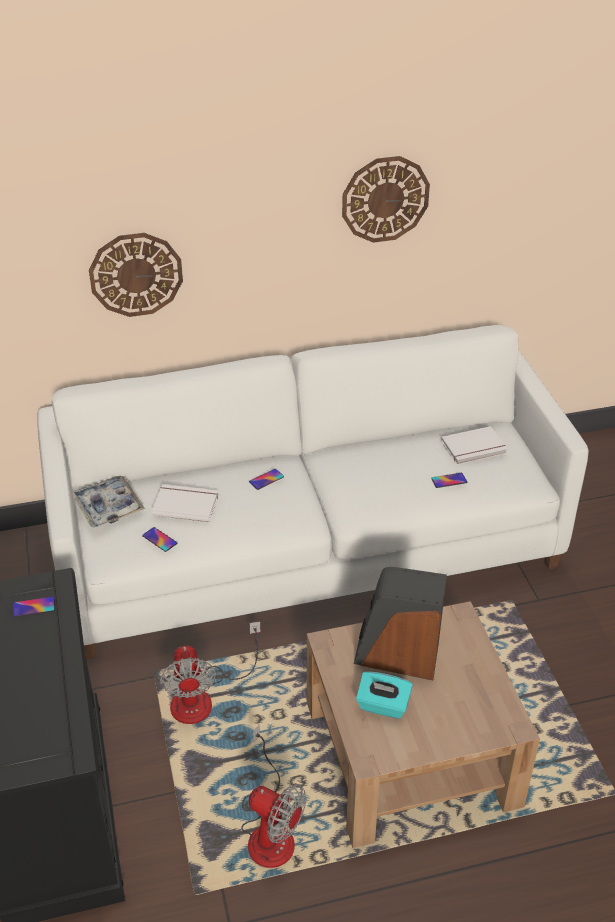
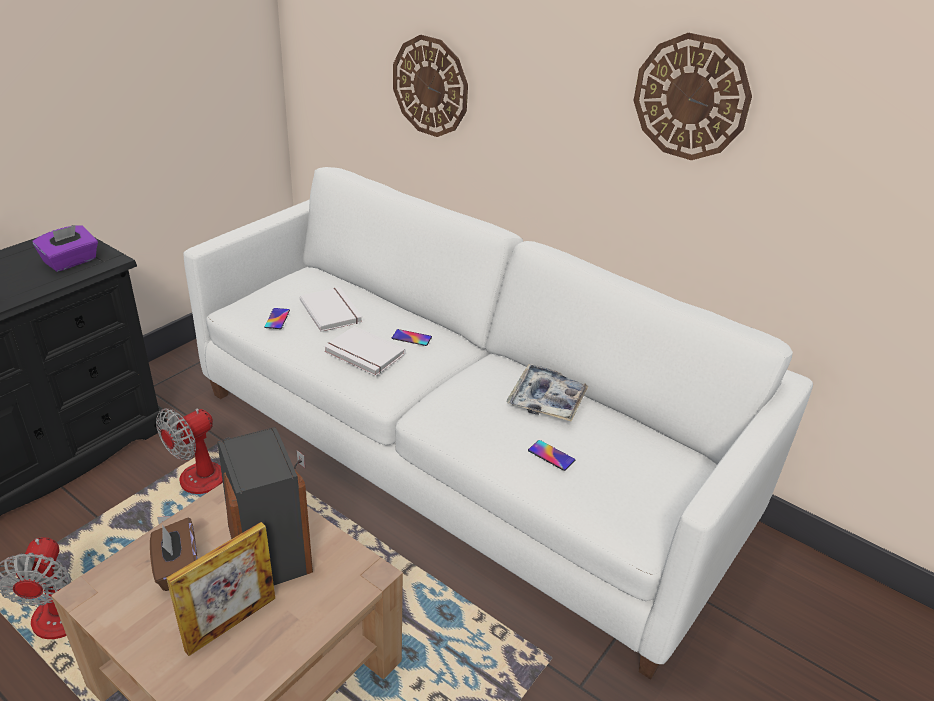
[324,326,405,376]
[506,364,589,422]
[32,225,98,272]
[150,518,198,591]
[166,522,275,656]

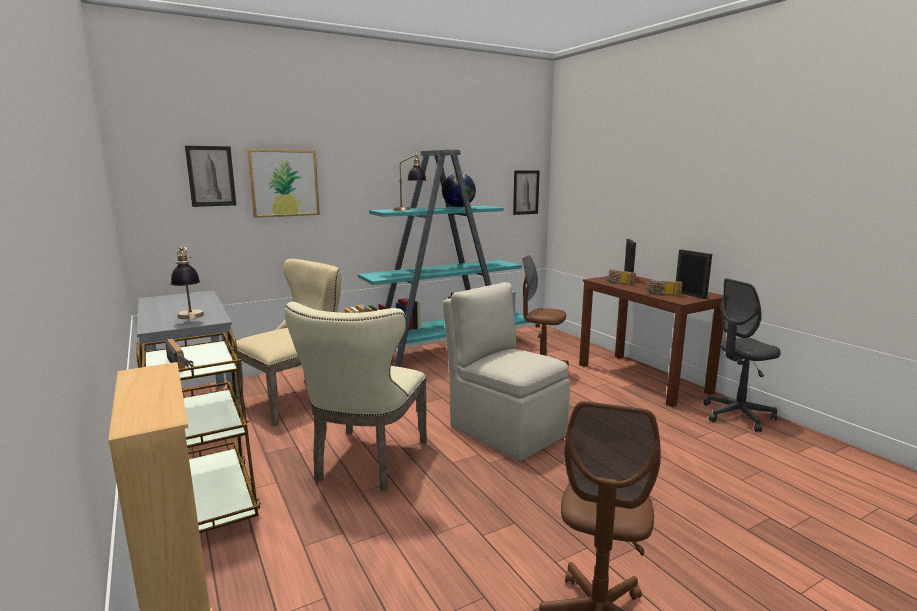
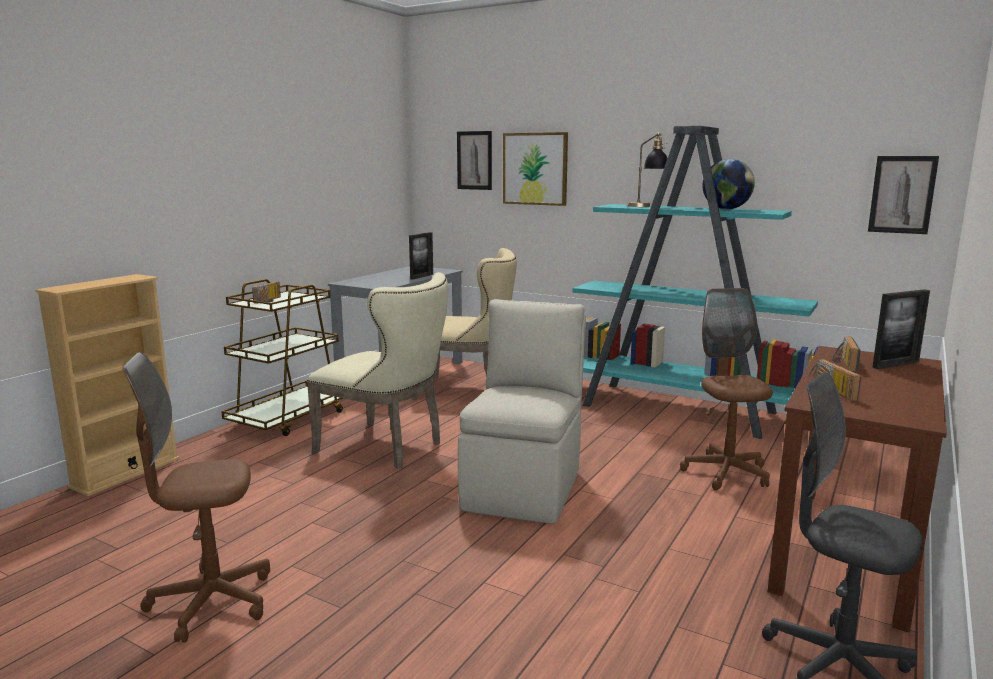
[171,247,204,319] (first image)
[409,232,433,280]
[307,272,448,469]

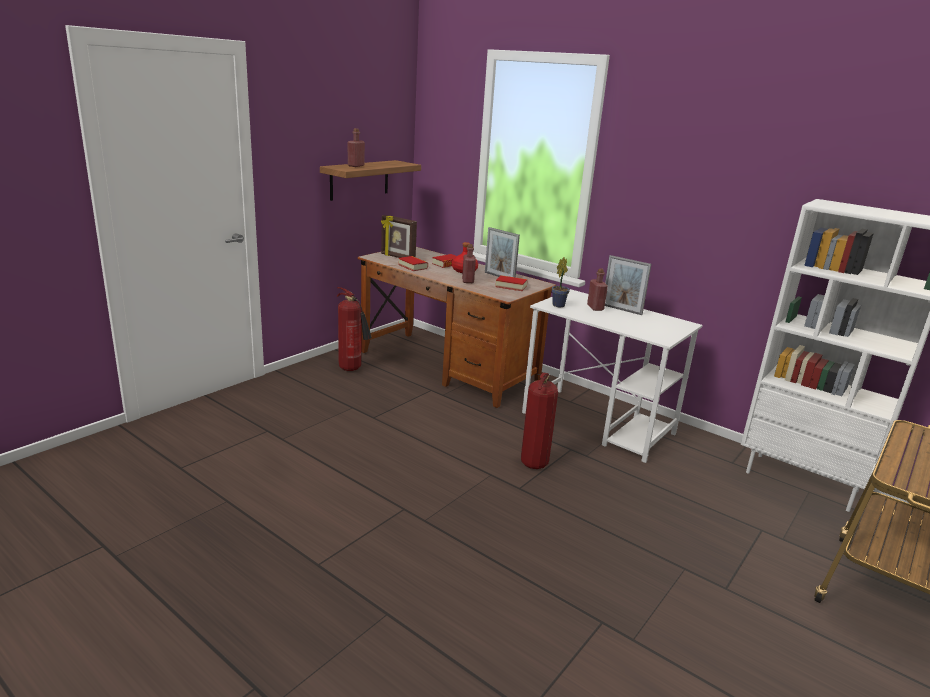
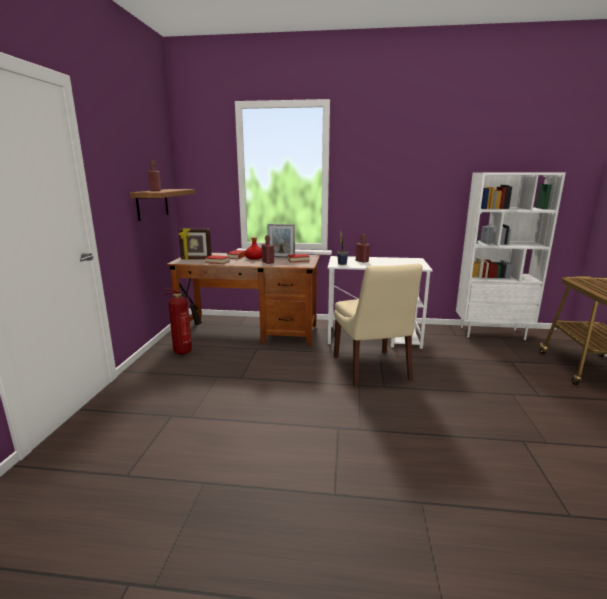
[605,255,651,315] (first image)
[334,264,422,386]

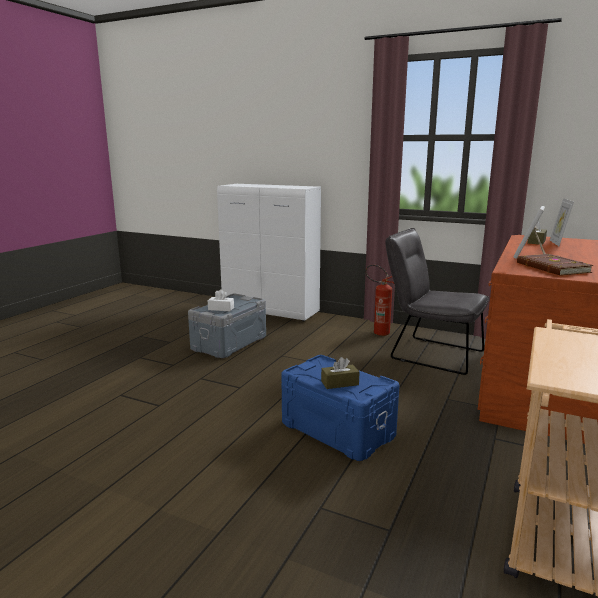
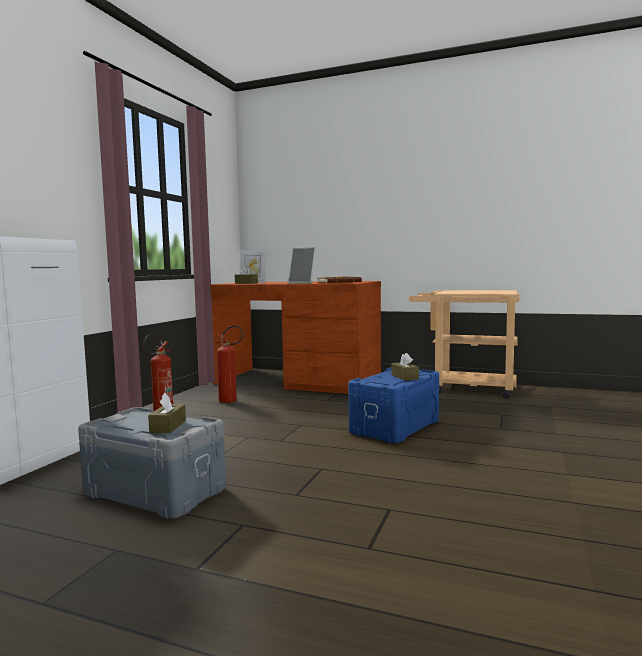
[215,326,243,403]
[148,393,186,433]

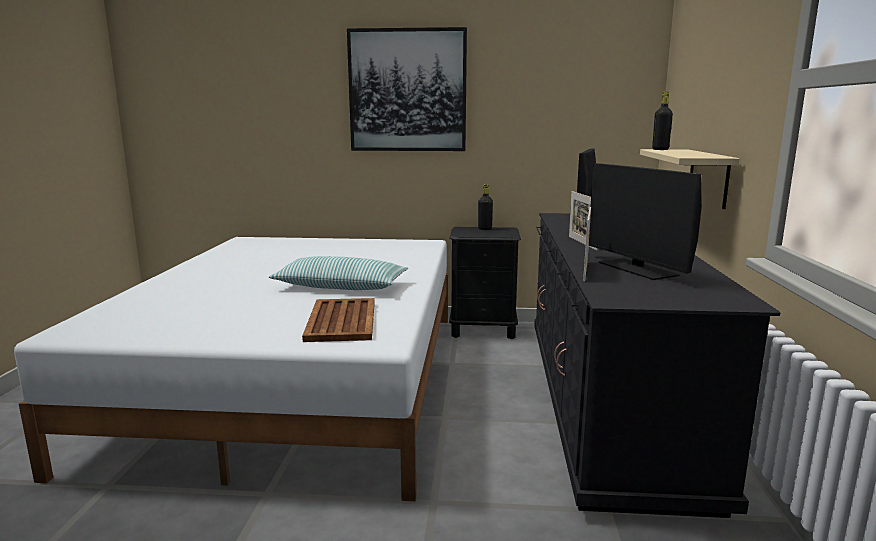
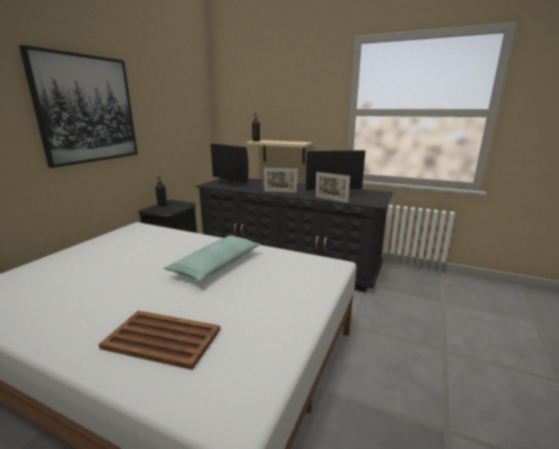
[99,311,220,370]

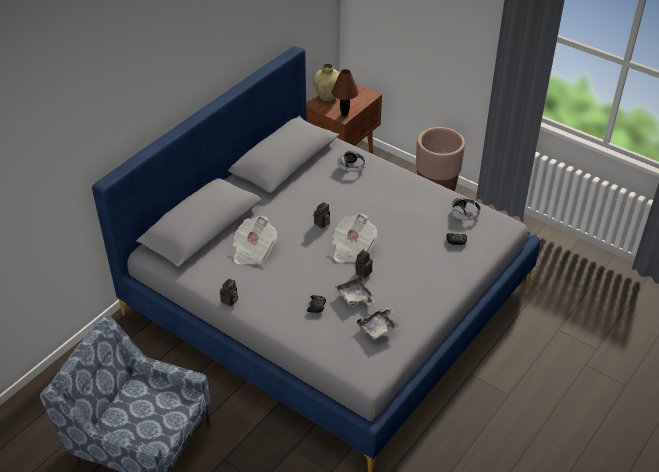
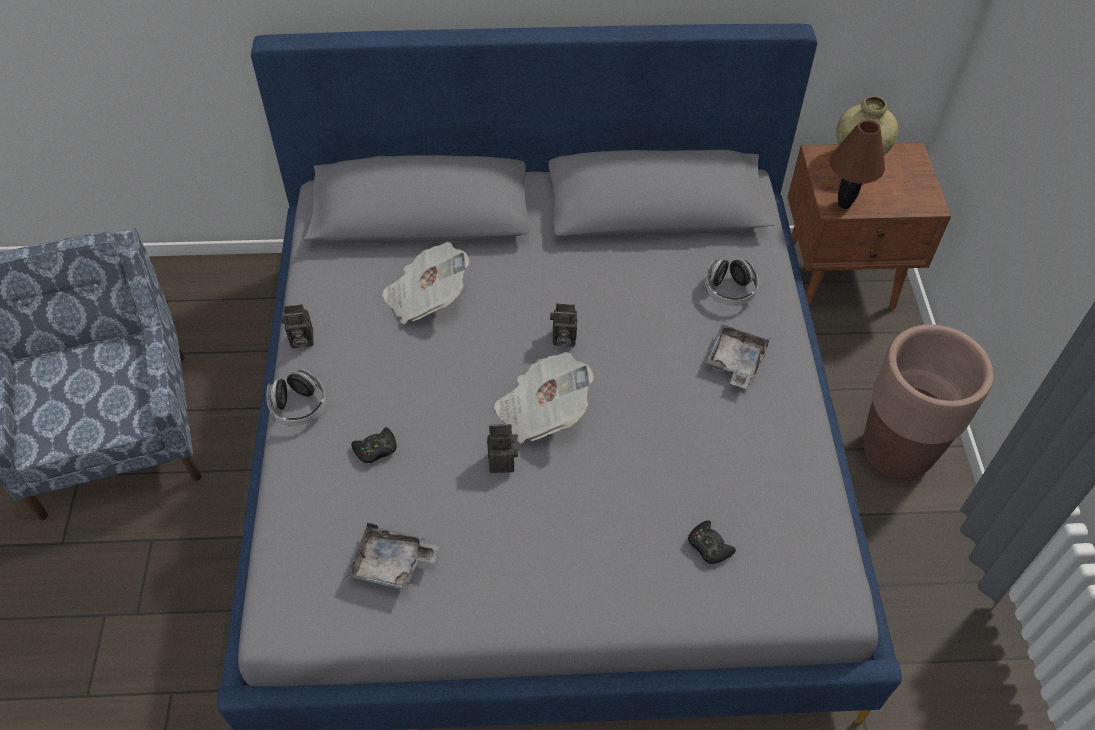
[266,369,326,426]
[706,325,770,389]

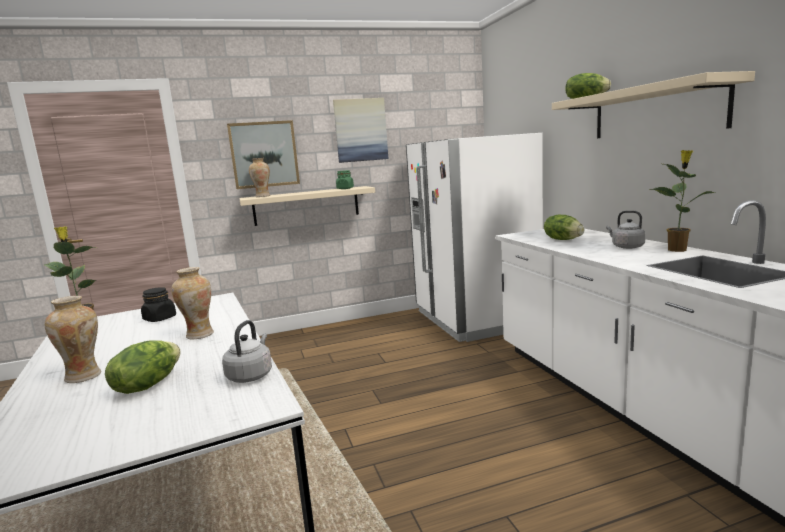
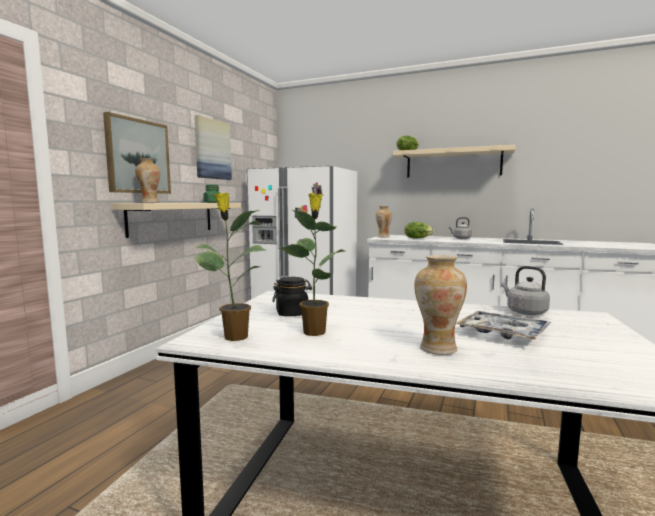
[278,193,344,336]
[376,206,392,237]
[456,311,551,340]

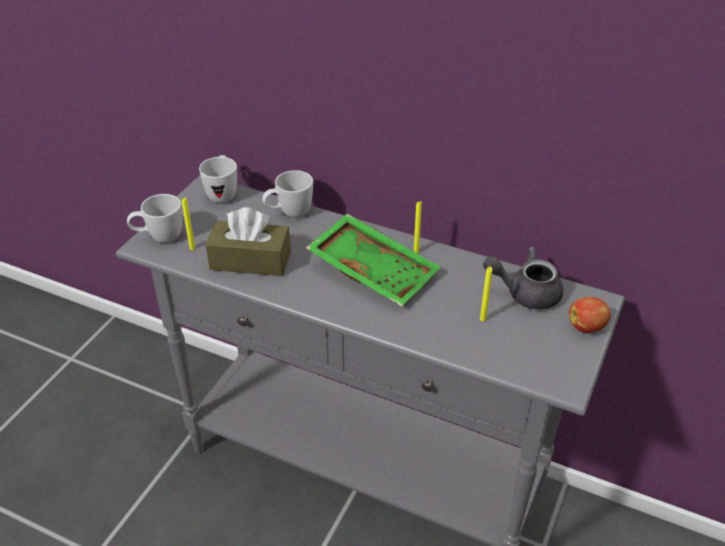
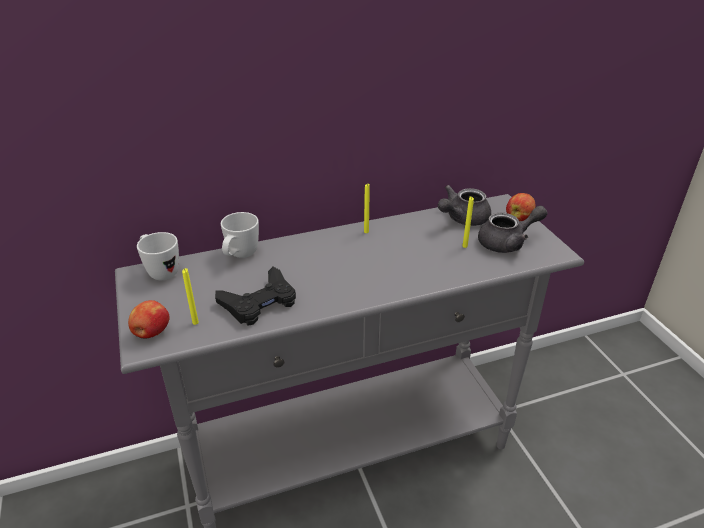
[128,300,169,339]
[215,267,296,325]
[306,213,441,307] (first image)
[478,206,548,253]

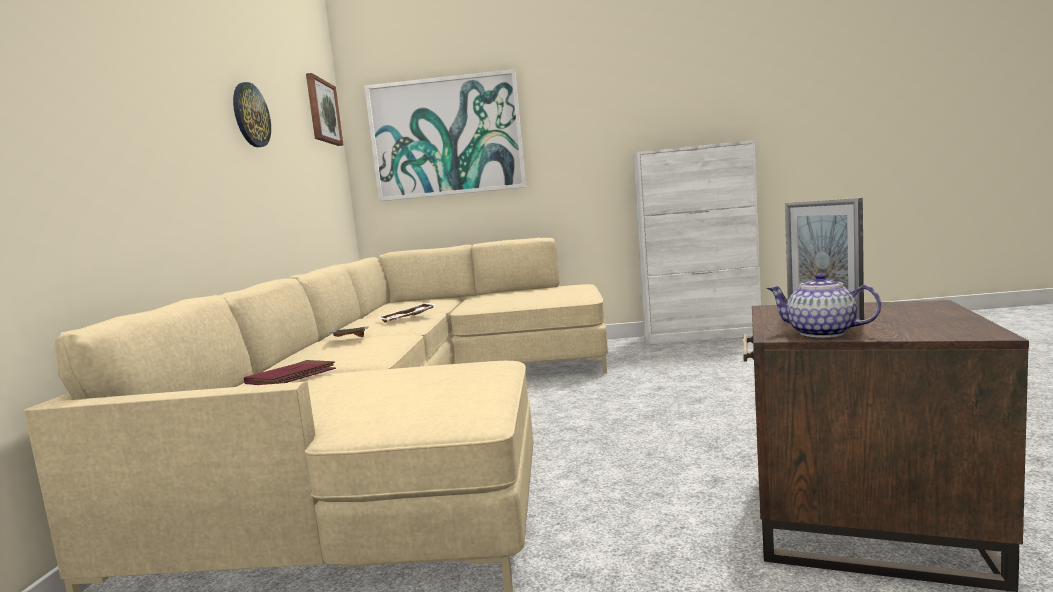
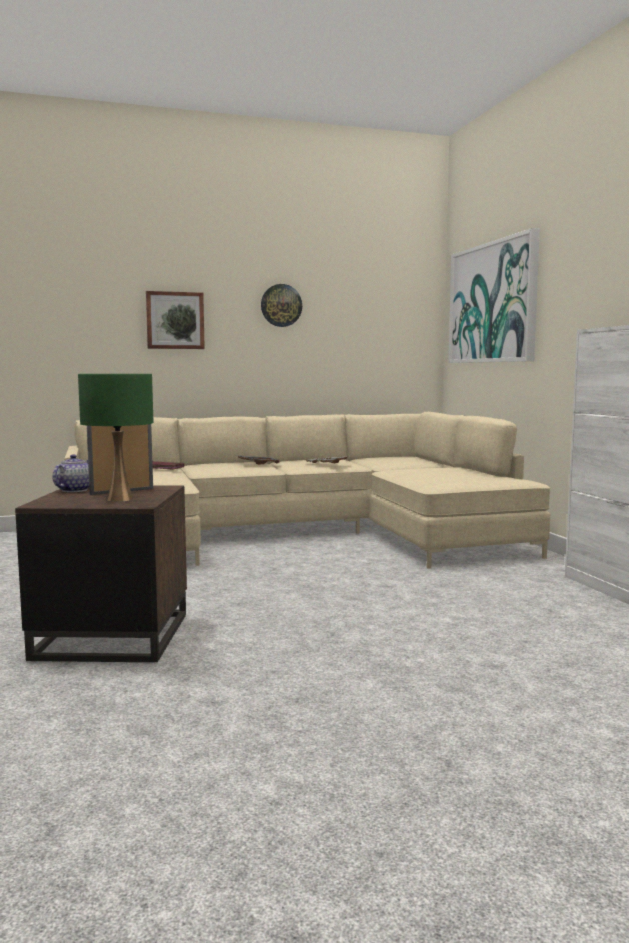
[146,291,205,349]
[78,374,153,502]

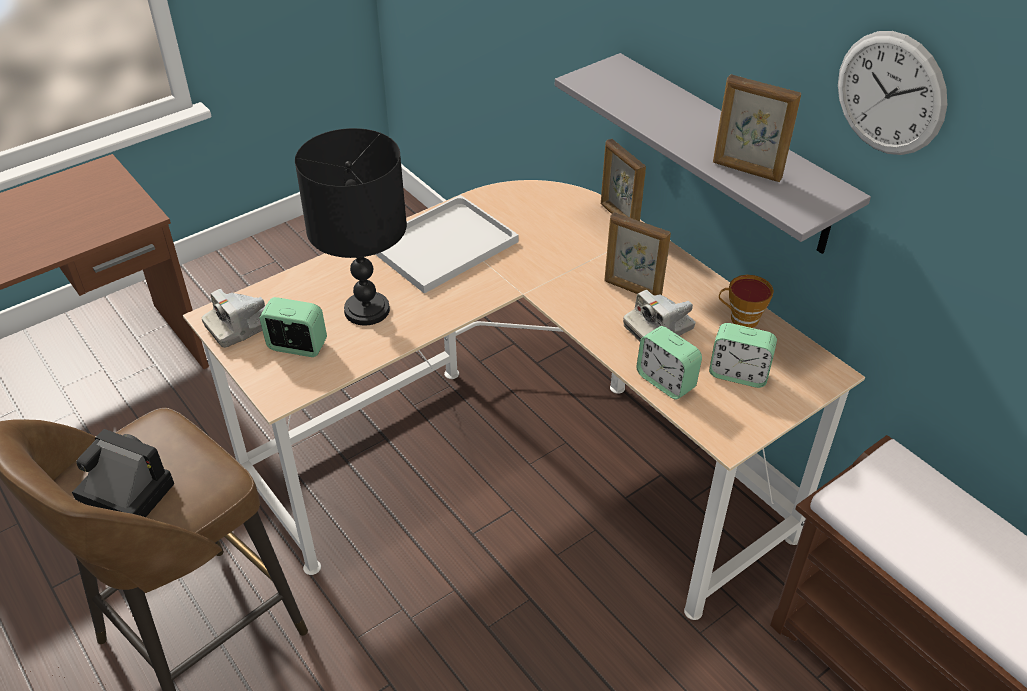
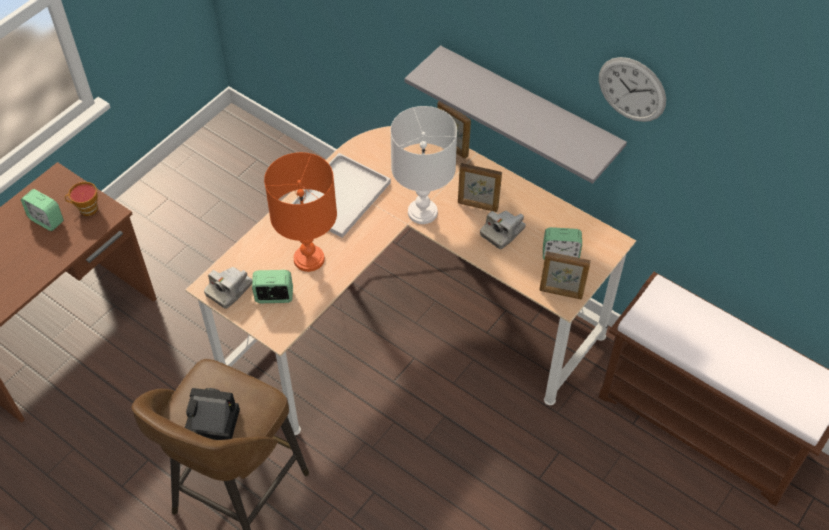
[539,251,591,299]
[264,152,337,272]
[65,182,98,216]
[21,189,64,231]
[391,106,457,224]

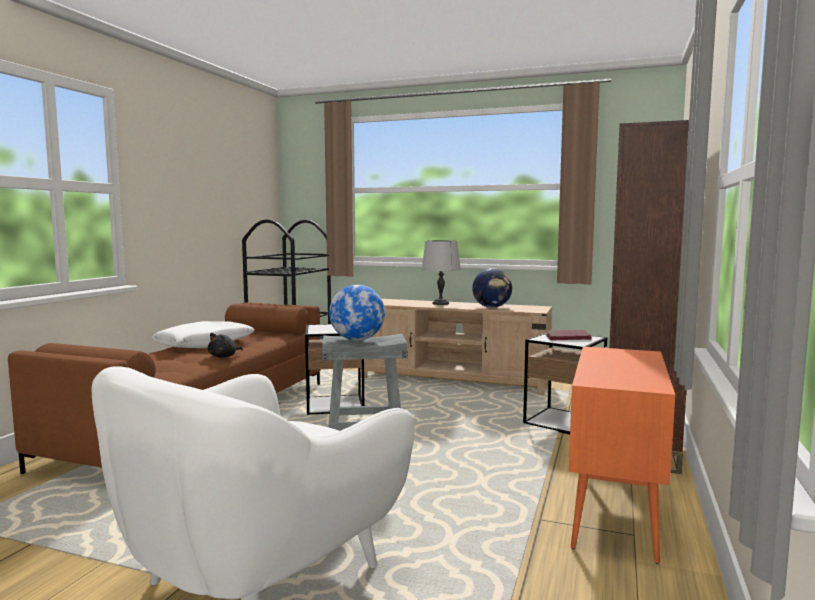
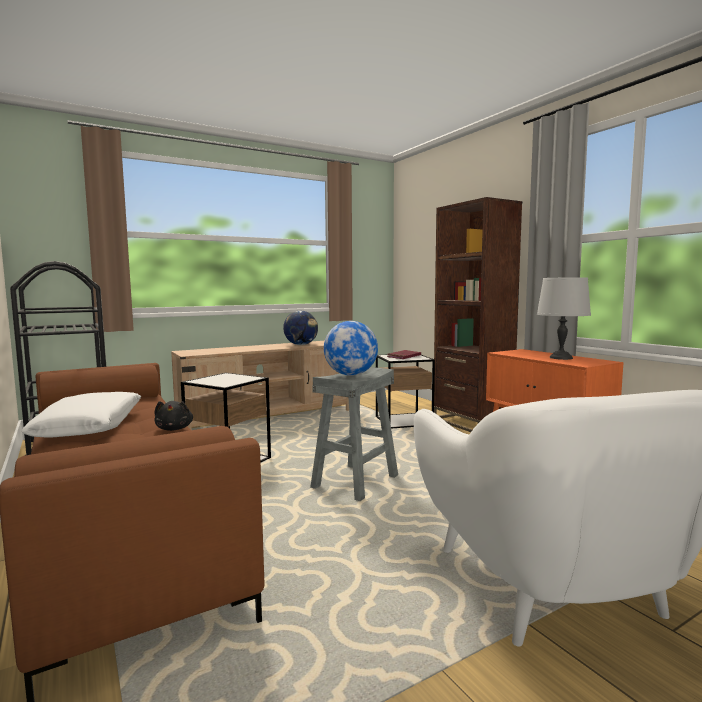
[537,277,591,360]

